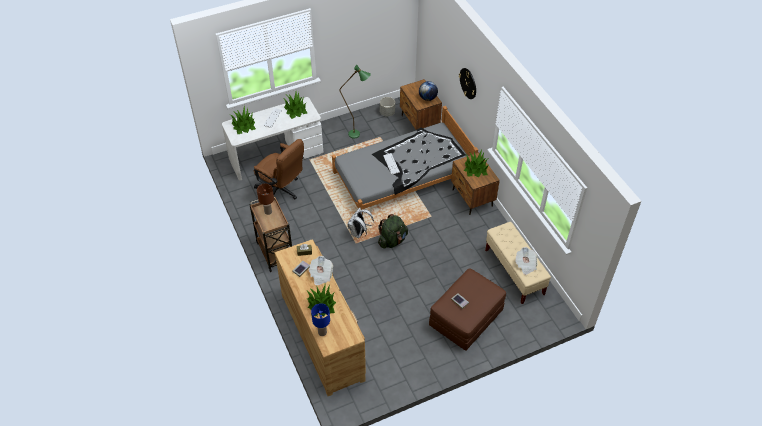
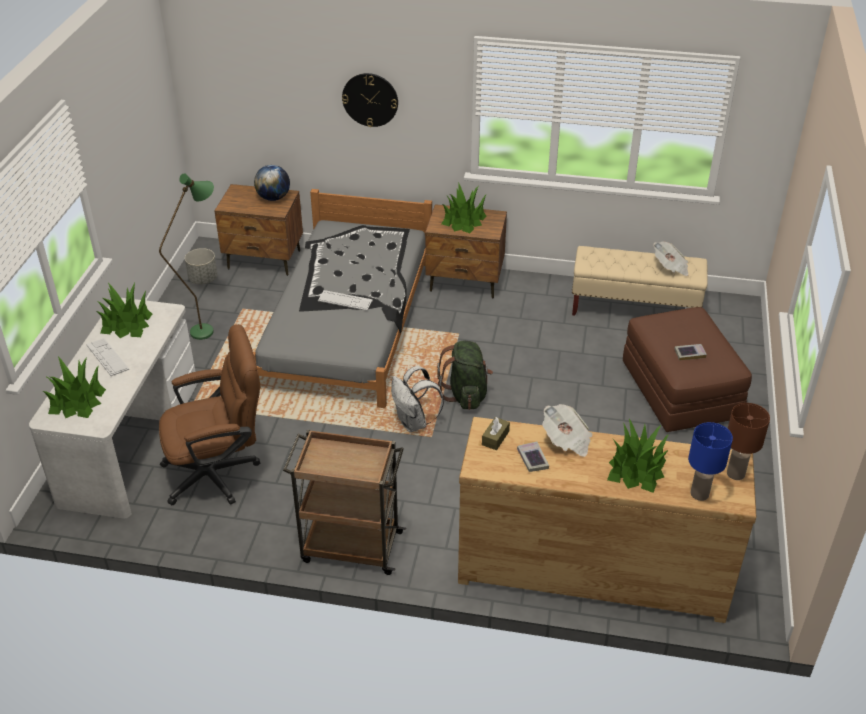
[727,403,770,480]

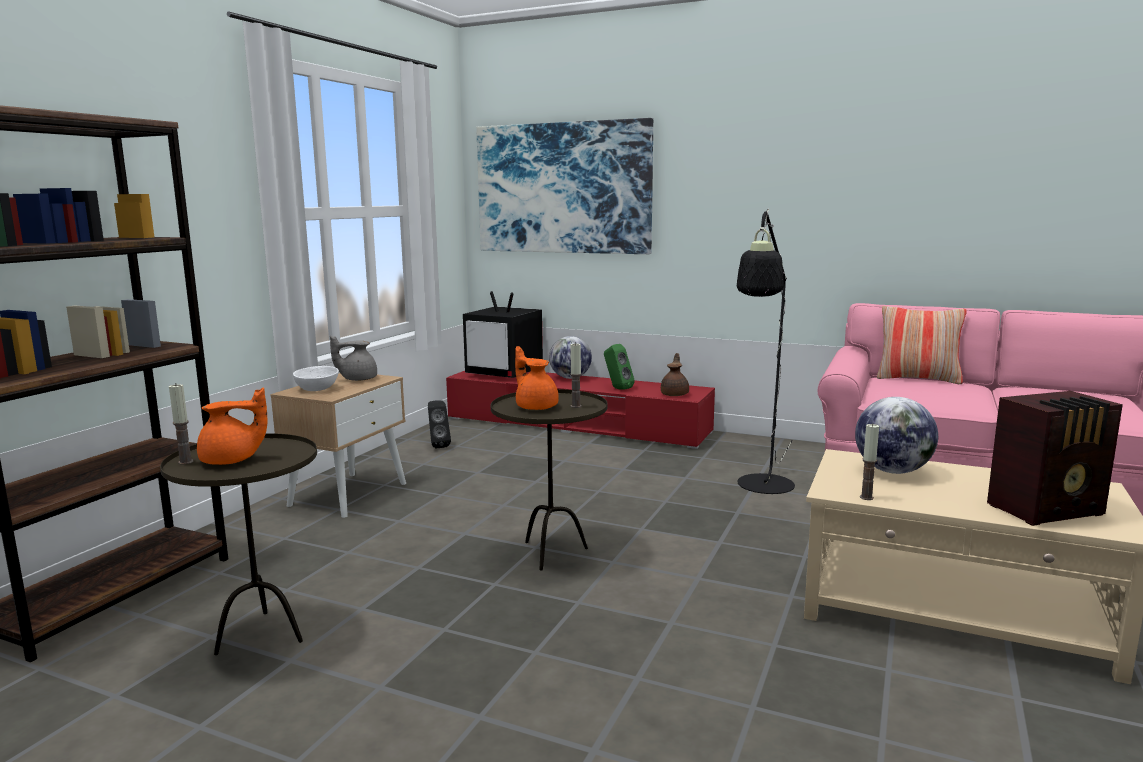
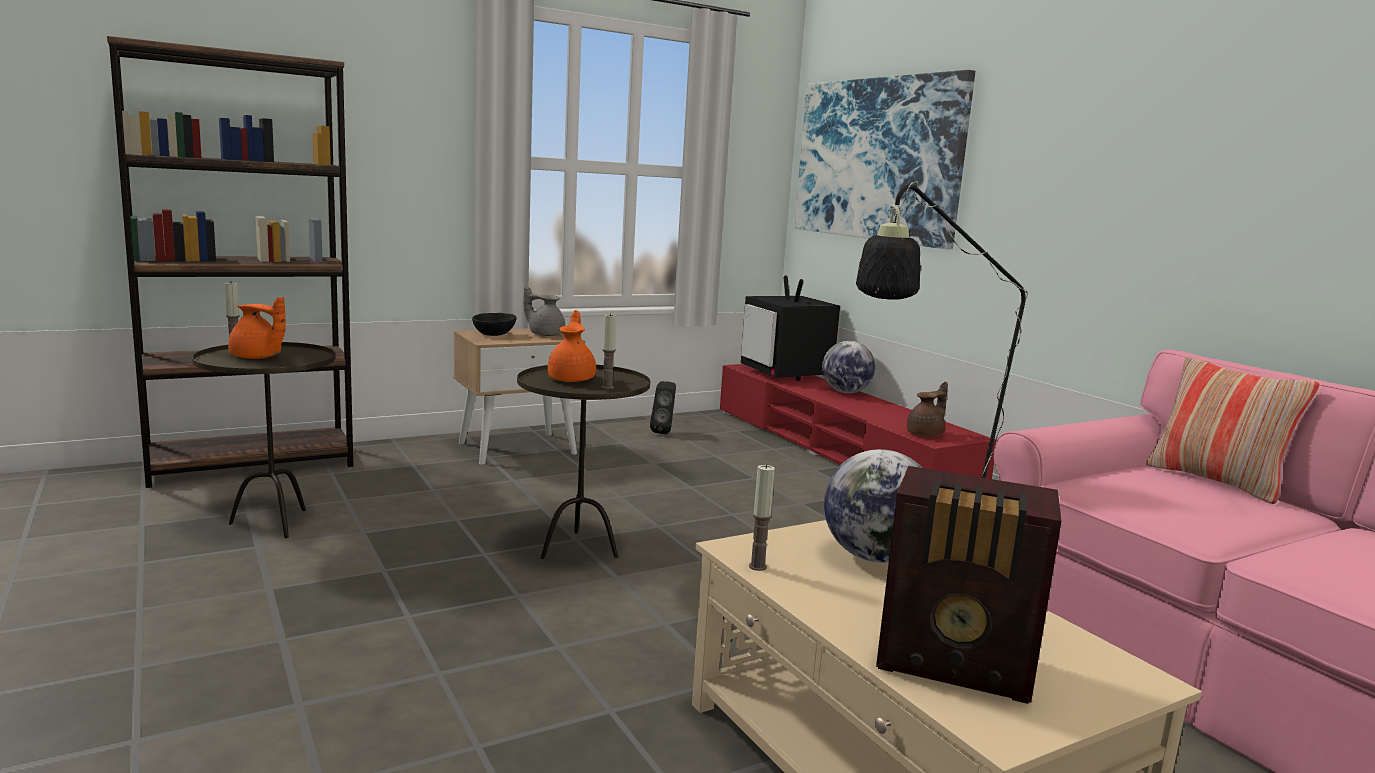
[604,344,635,390] (first image)
[472,313,517,336]

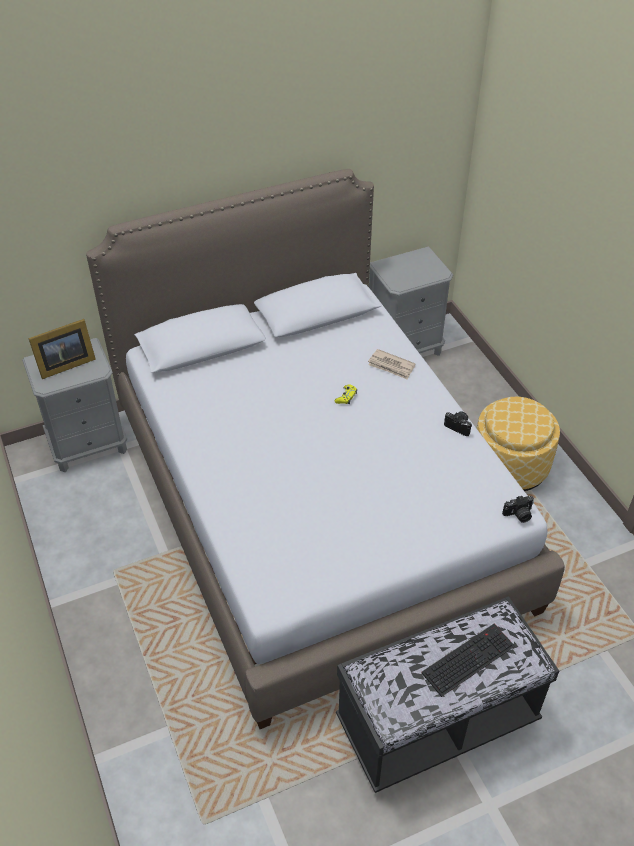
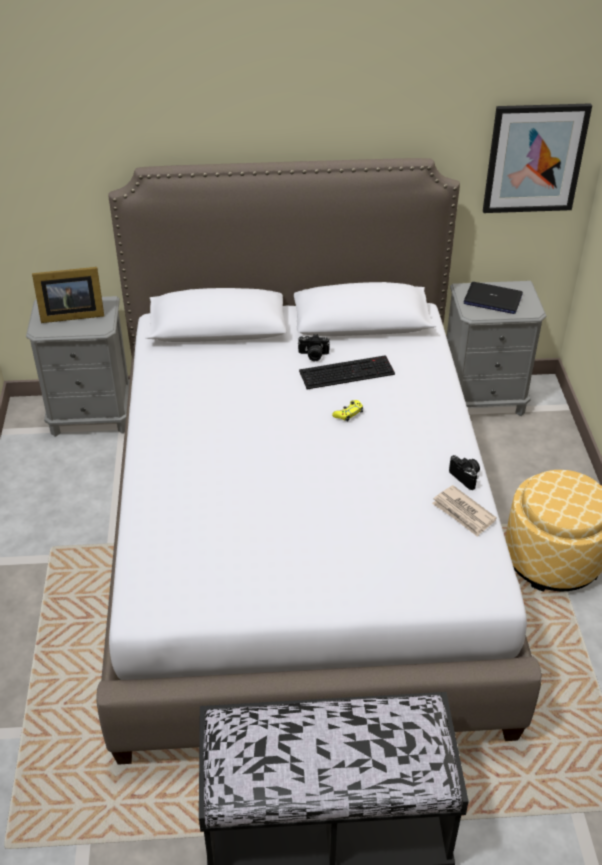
[432,485,497,537]
[298,334,330,361]
[299,355,395,389]
[483,103,592,213]
[464,282,523,314]

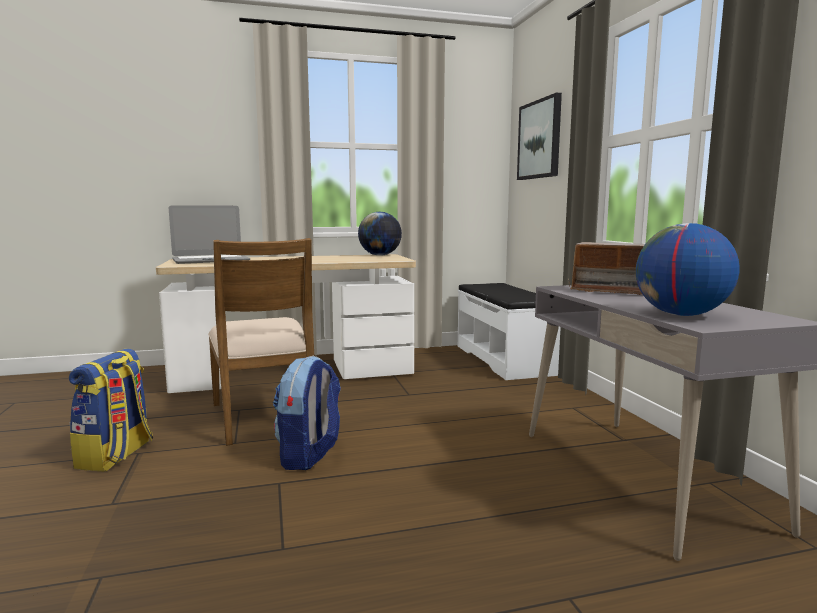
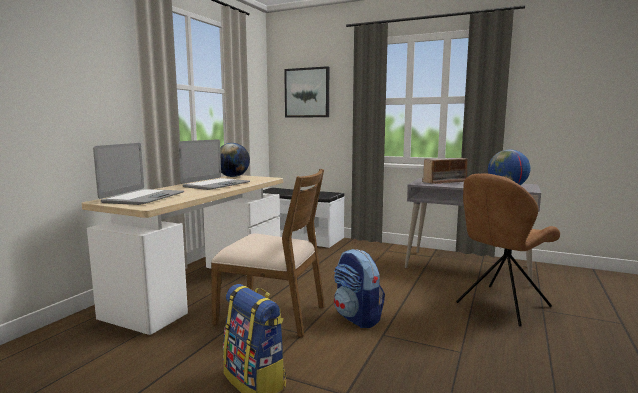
[178,139,250,190]
[456,173,560,326]

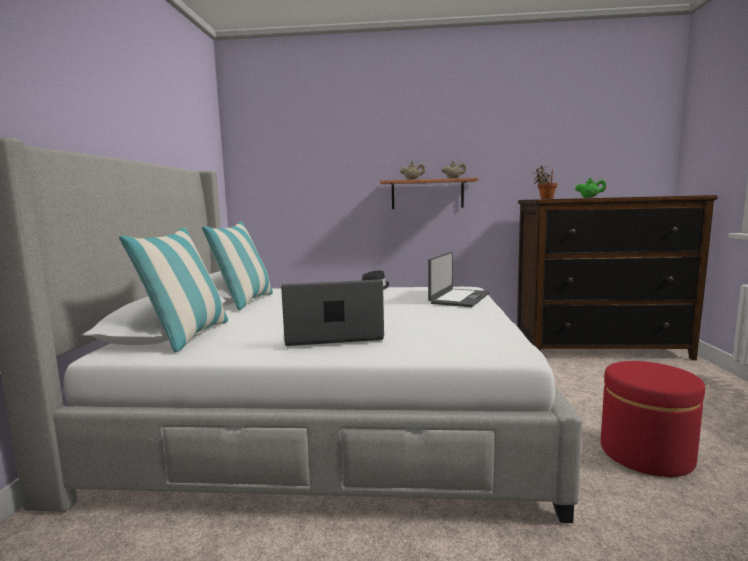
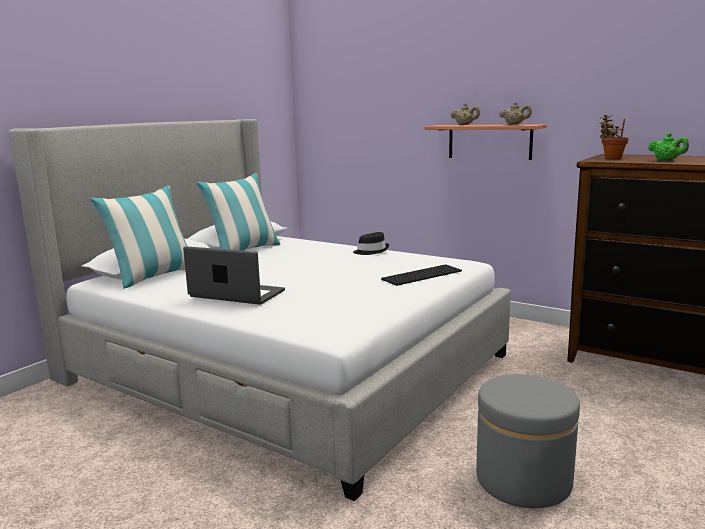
[381,264,462,286]
[476,374,580,508]

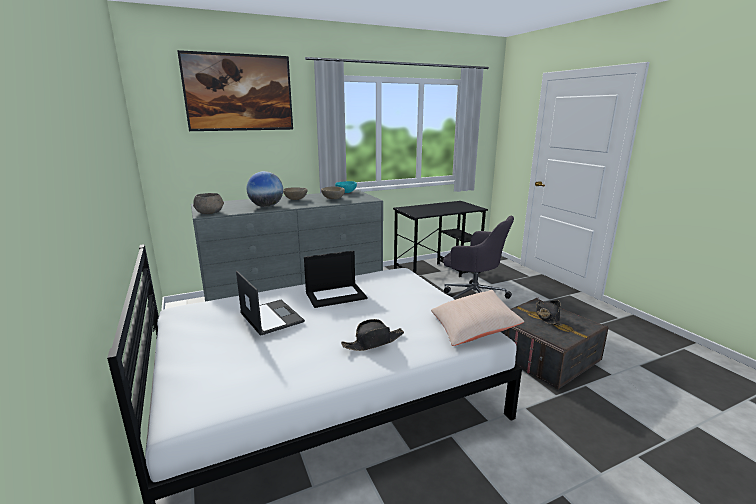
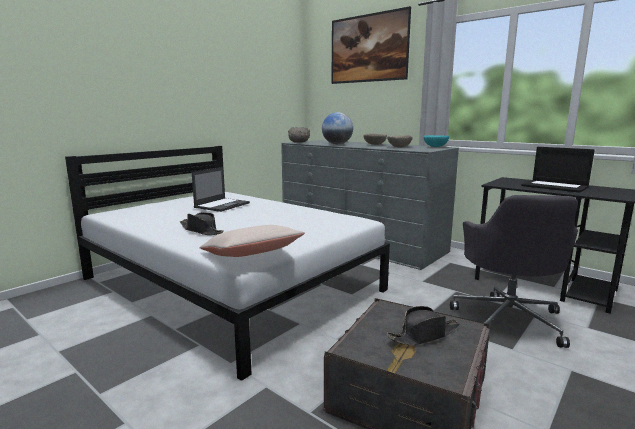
[521,147,595,193]

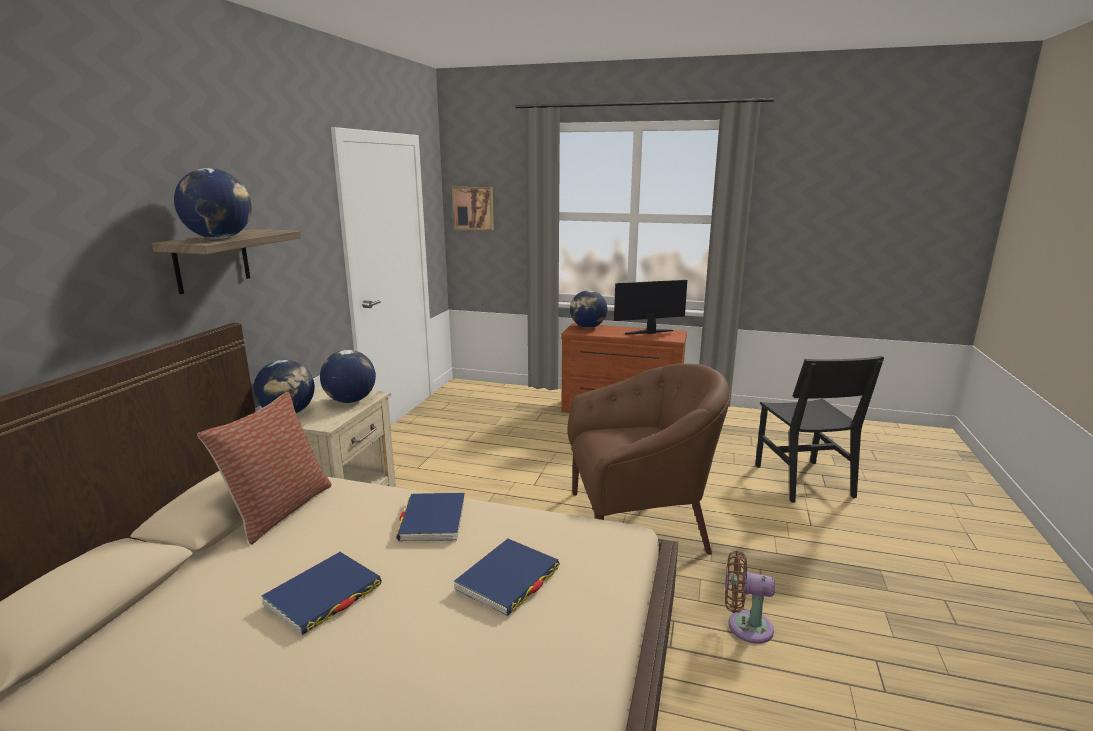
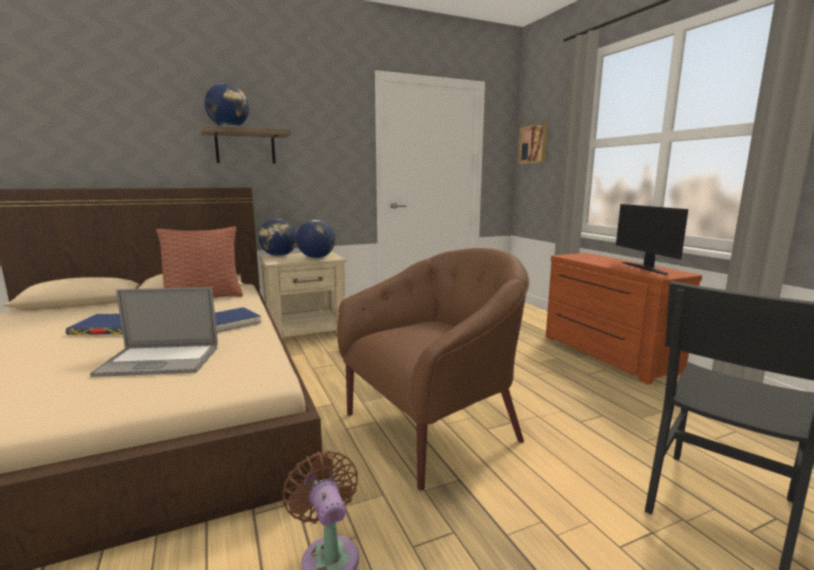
[616,204,688,275]
[570,290,607,328] (first image)
[337,248,529,490]
[90,287,218,377]

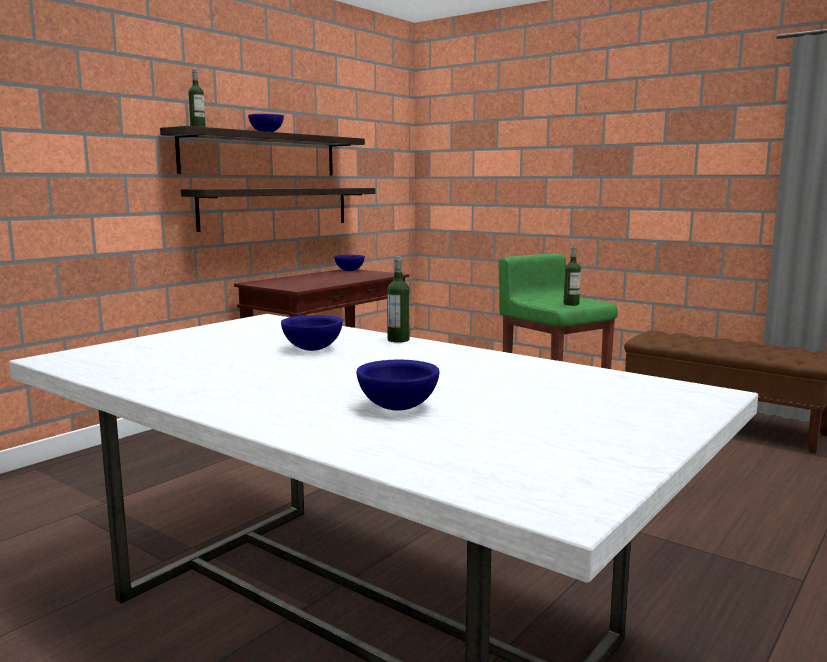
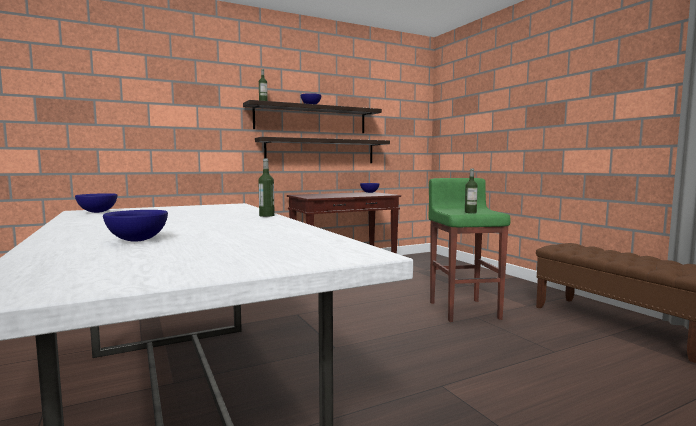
[75,193,117,213]

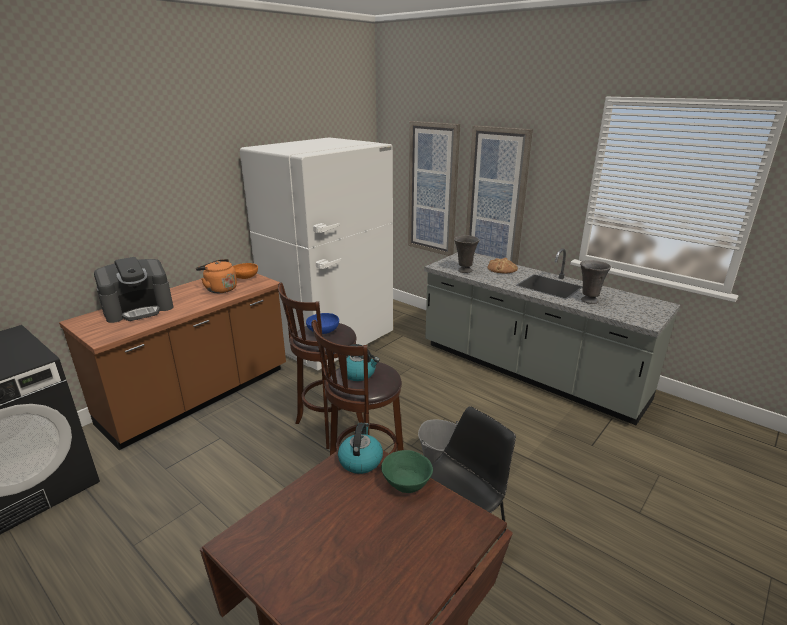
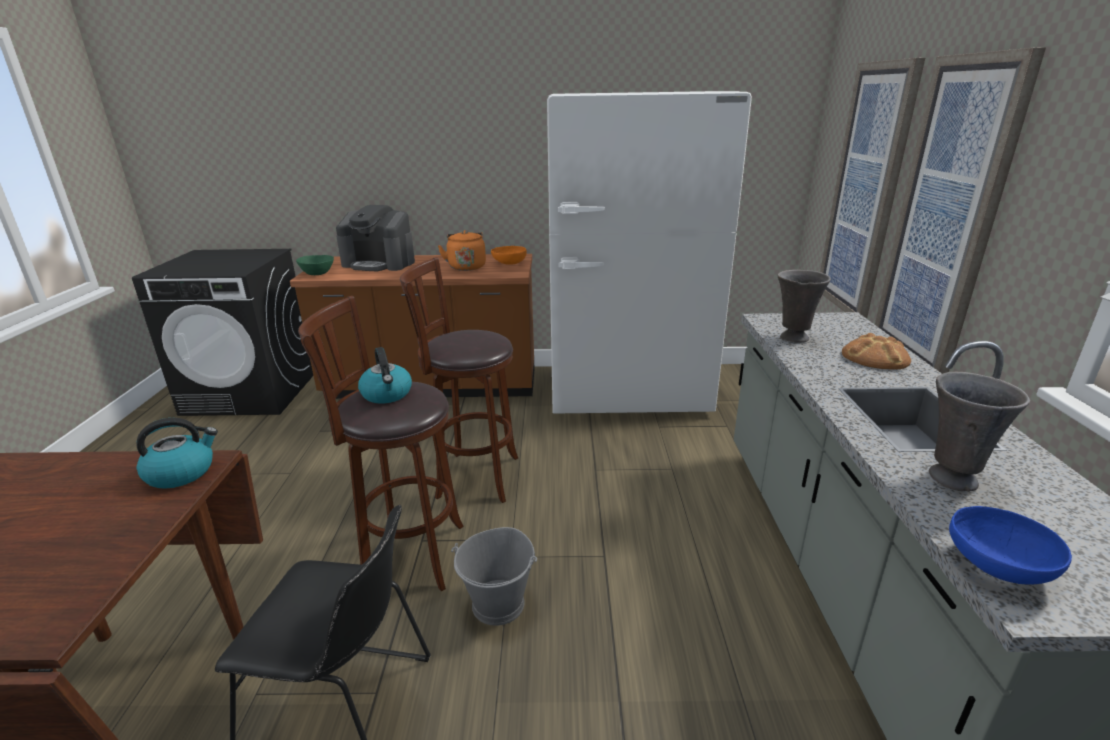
[949,506,1072,585]
[296,255,334,275]

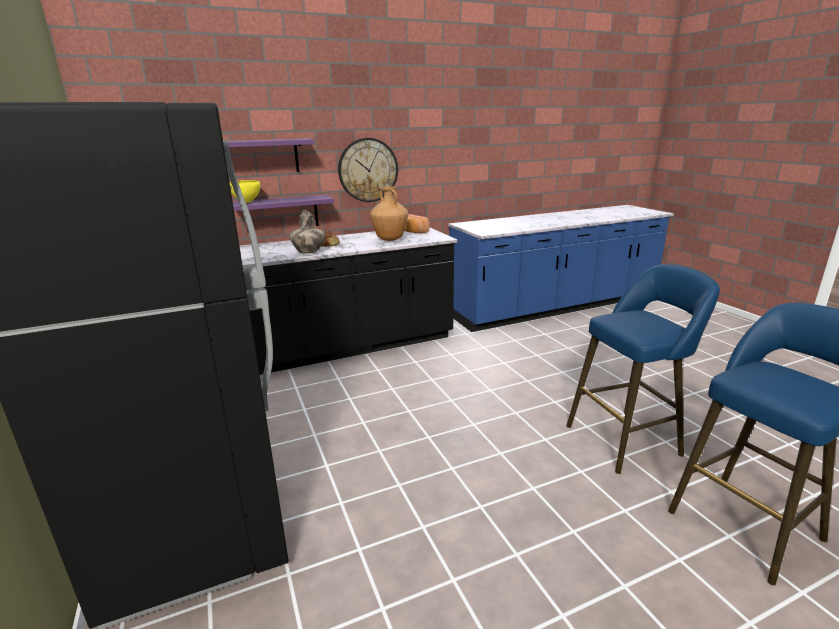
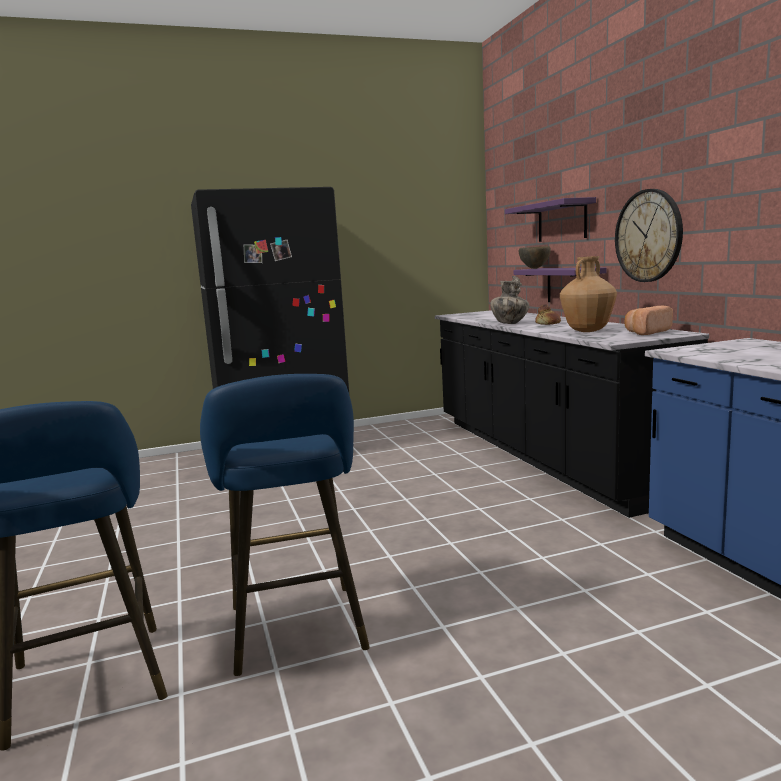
[519,246,551,269]

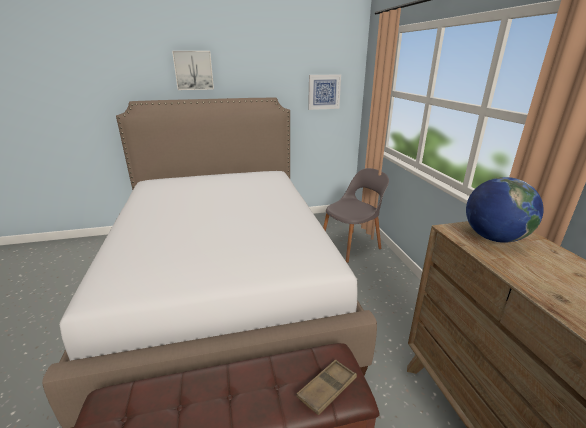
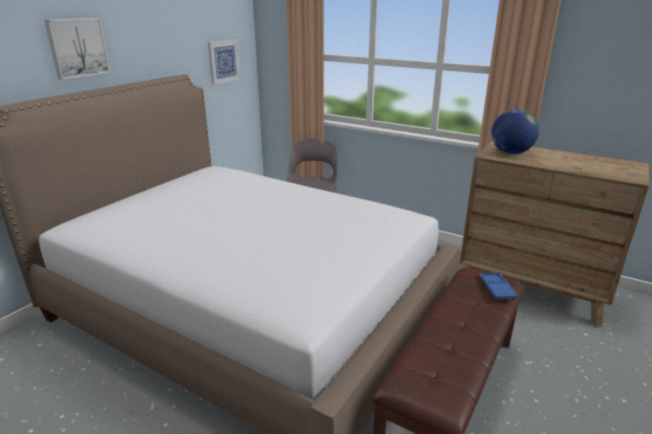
[479,273,518,300]

